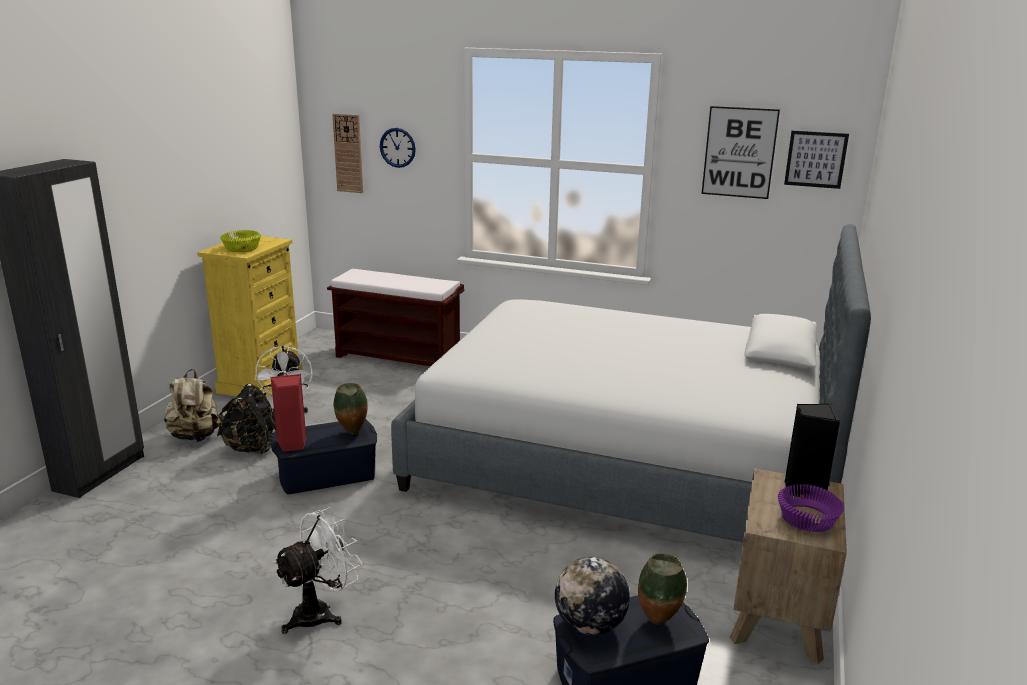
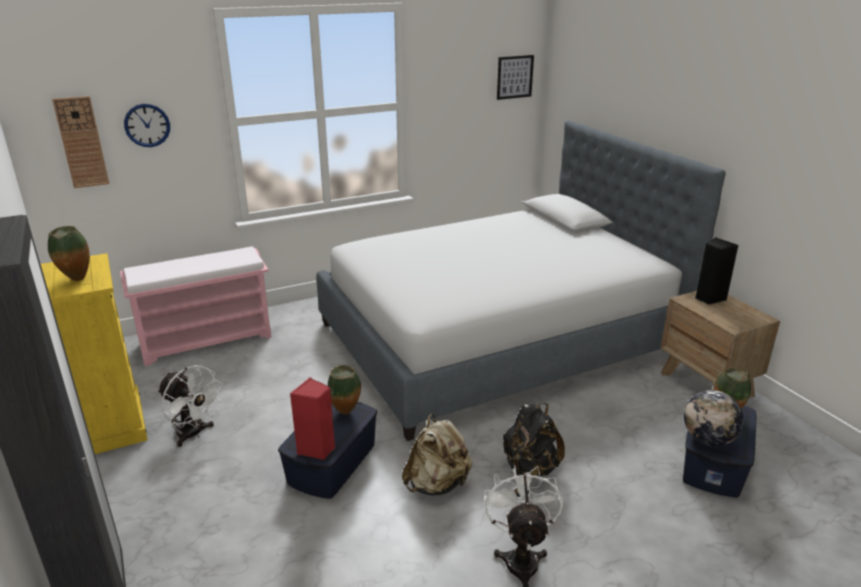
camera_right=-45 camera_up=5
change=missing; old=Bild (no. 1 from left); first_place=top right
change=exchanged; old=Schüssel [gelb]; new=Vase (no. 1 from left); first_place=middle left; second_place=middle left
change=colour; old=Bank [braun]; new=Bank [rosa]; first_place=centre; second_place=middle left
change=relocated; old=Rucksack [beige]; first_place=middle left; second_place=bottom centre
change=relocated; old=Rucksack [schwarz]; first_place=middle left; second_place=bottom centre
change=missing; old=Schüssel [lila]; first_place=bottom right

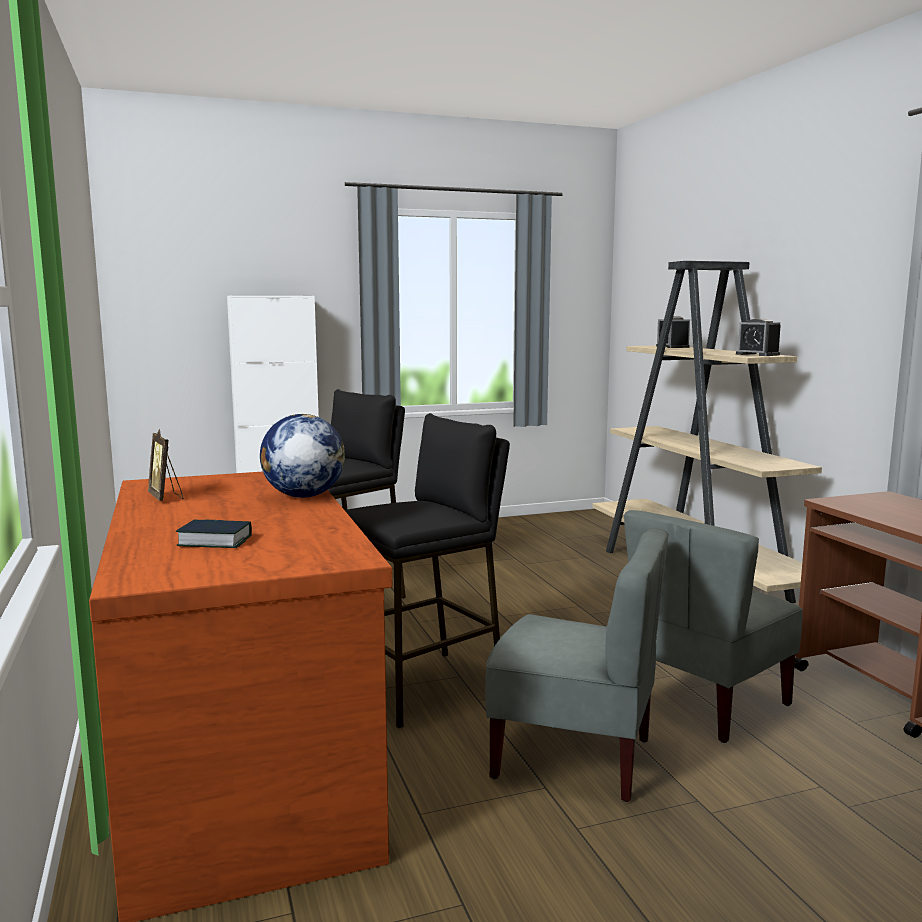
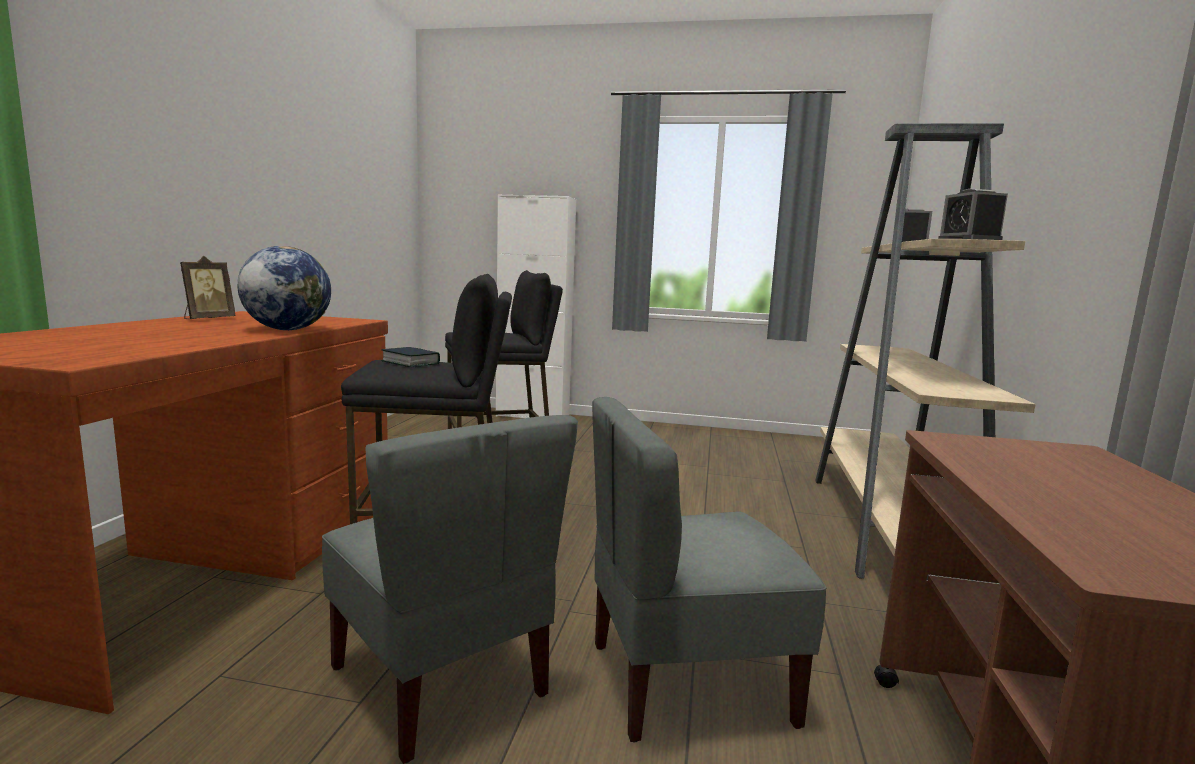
camera_right=30 camera_up=0
change=spun; old=Bilderrahmen; first_place=middle left; second_place=middle left; degrees=-150
change=relocated; old=Buch; first_place=middle left; second_place=centre

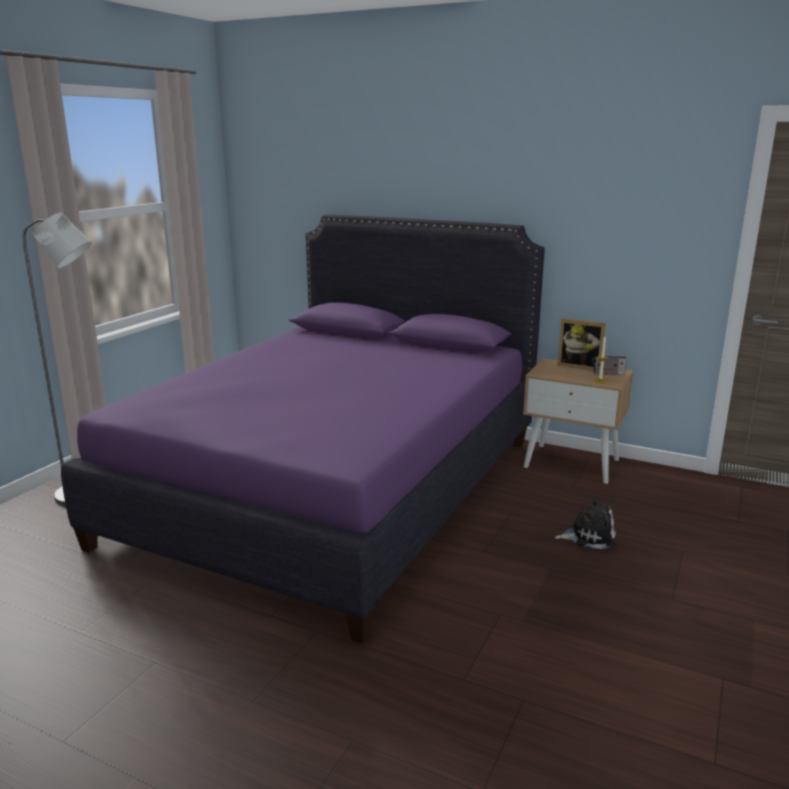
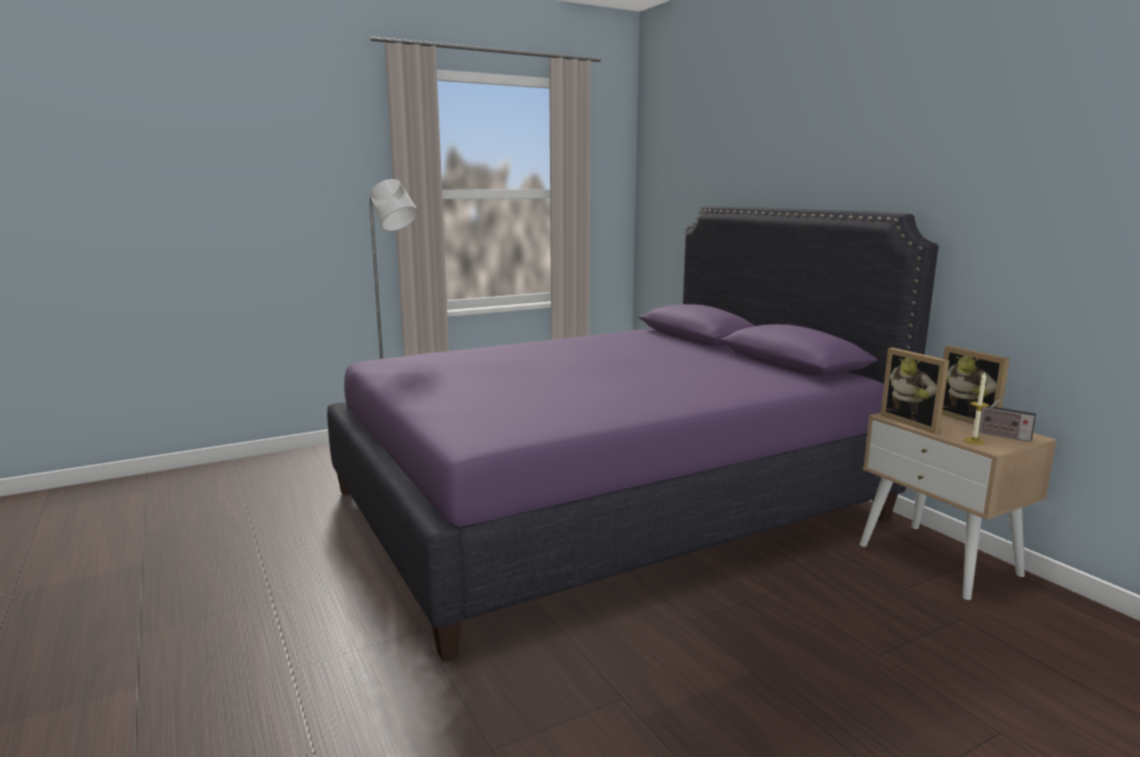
camera_right=35 camera_up=-5
change=missing; old=Plüschtier; first_place=middle right
change=appeared; new=Bilderrahmen (no. 1 from left); second_place=middle right

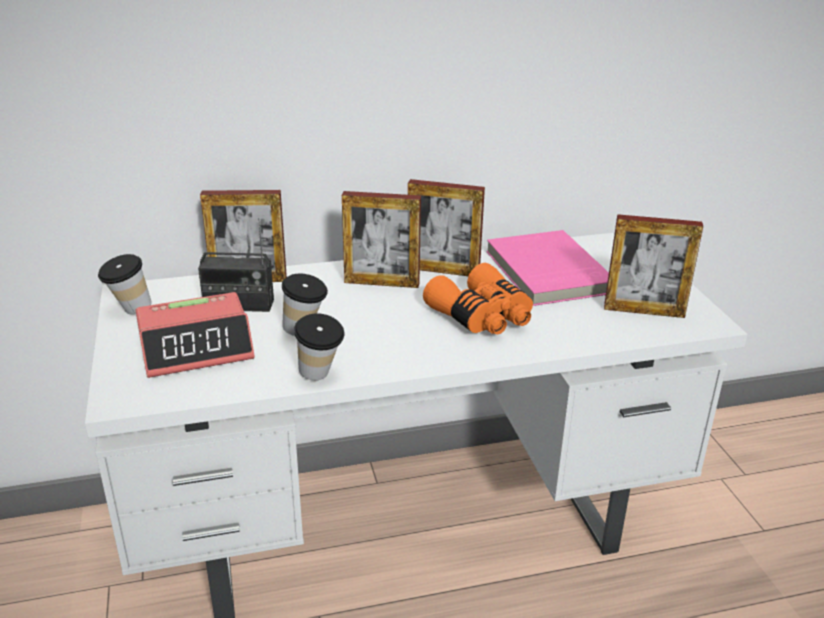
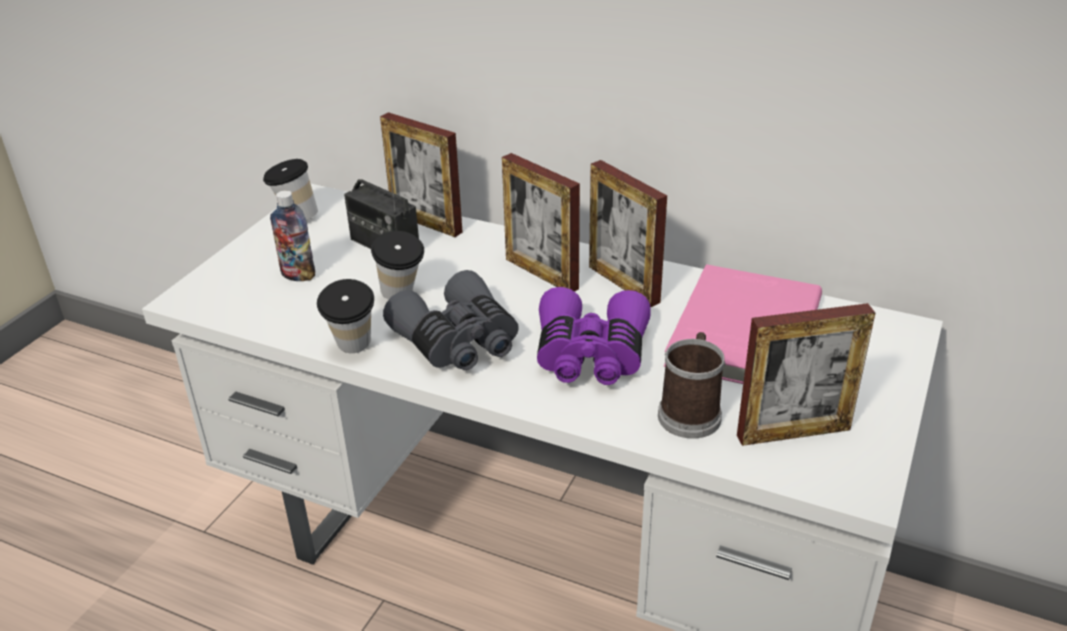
camera_right=40 camera_up=5
change=spun; old=Bilderrahmen (no. 4 from left); first_place=middle right; second_place=middle right; degrees=-60
change=colour; old=Fernglas [orange]; new=Fernglas [lila]; first_place=centre; second_place=centre
change=exchanged; old=Wecker; new=Flasche; first_place=middle left; second_place=middle left
change=appeared; new=Fernglas [grau]; second_place=centre
change=appeared; new=Henkelbecher; second_place=centre

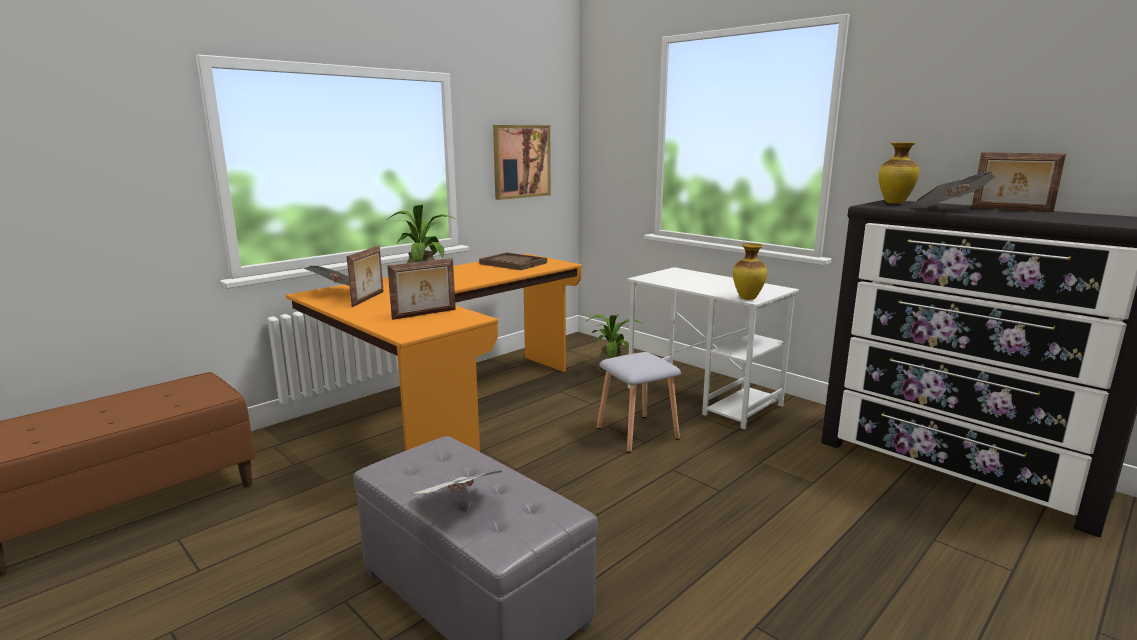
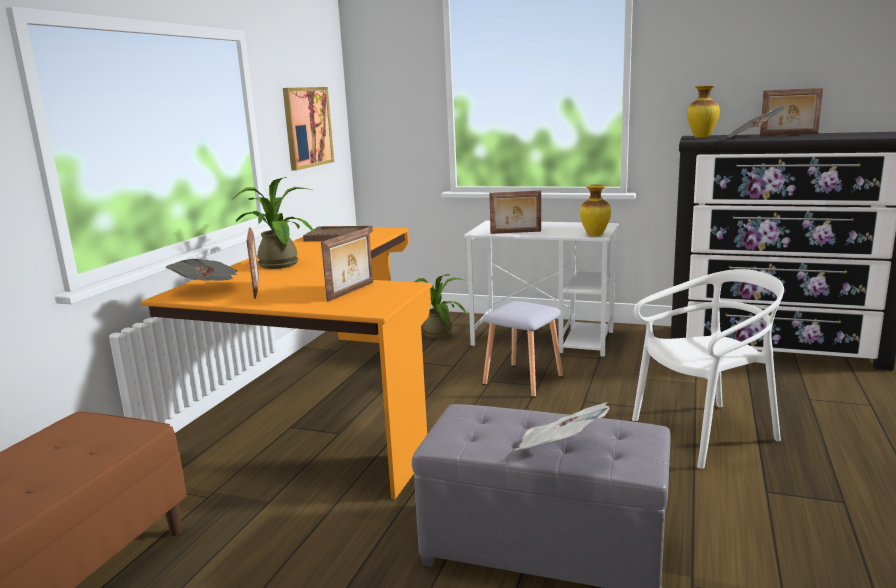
camera_right=-25 camera_up=0
change=appeared; new=Bilderrahmen (no. 3 from left); second_place=centre
change=appeared; new=Stuhl [weiß]; second_place=middle right

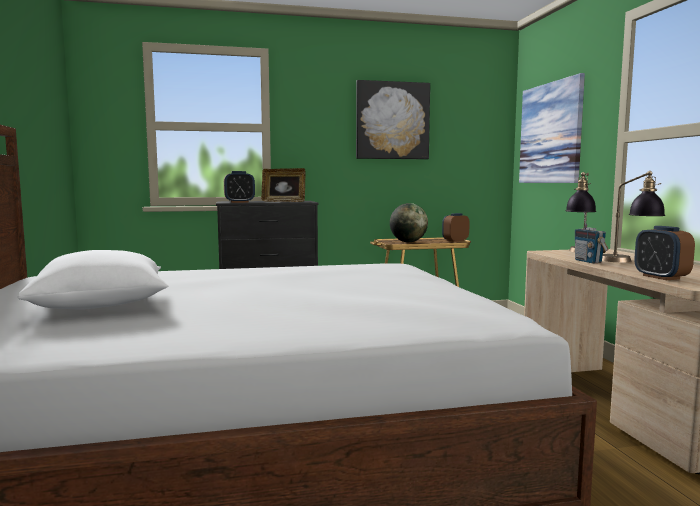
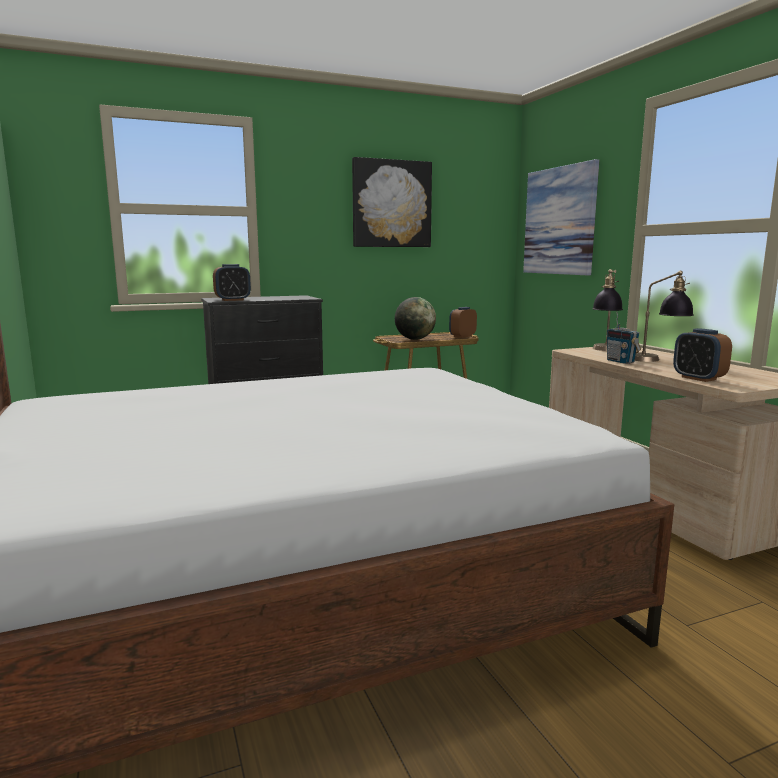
camera_right=-10 camera_up=5
change=missing; old=Bilderrahmen; first_place=centre
change=missing; old=Kissen [weiß]; first_place=middle left

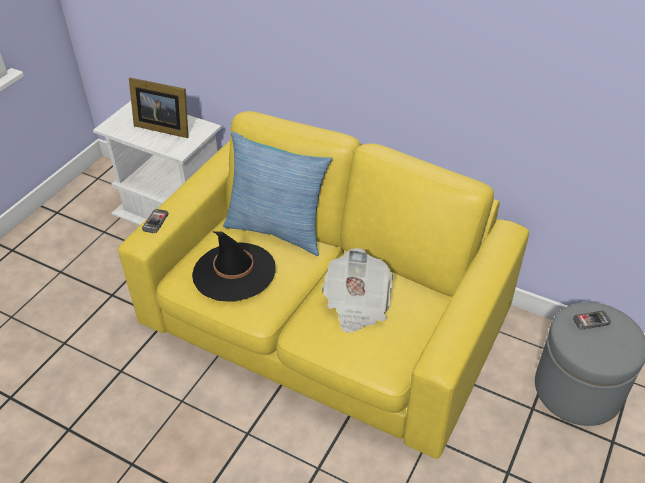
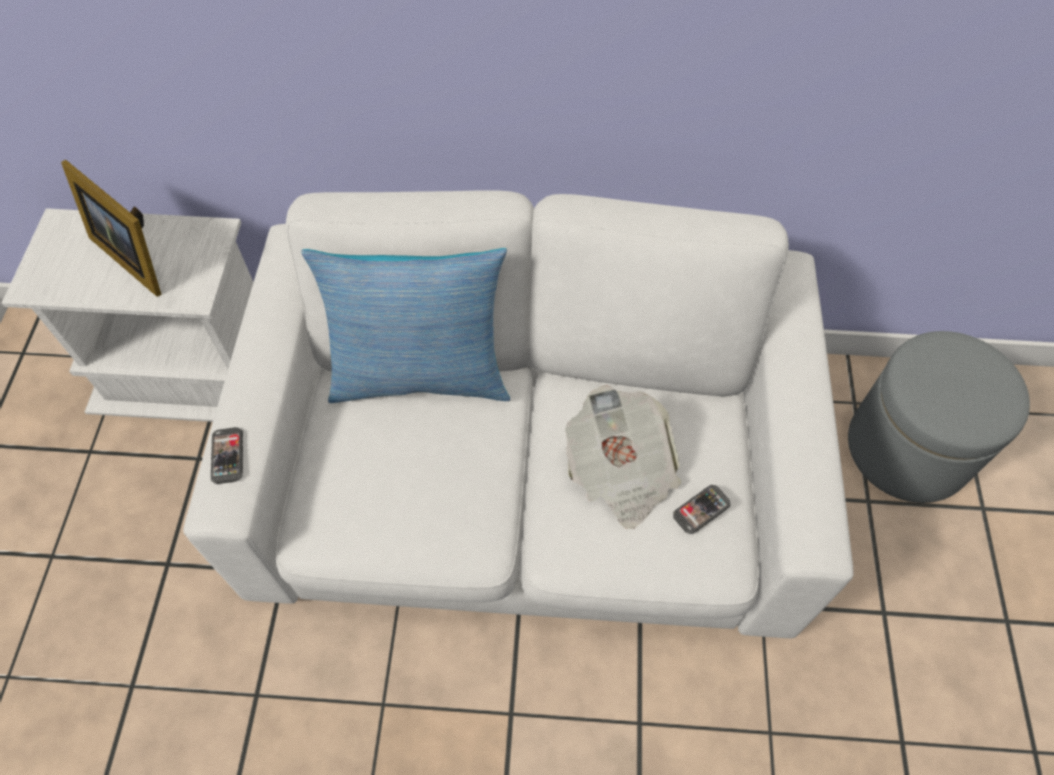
camera_right=-25 camera_up=15
change=spun; old=Bilderrahmen; first_place=top left; second_place=top left; degrees=45
change=colour; old=Sofa [gelb]; new=Sofa [weiß]; first_place=centre; second_place=centre
change=missing; old=Hut [schwarz]; first_place=centre
change=relocated; old=Handy (no. 2 from left); first_place=middle right; second_place=centre

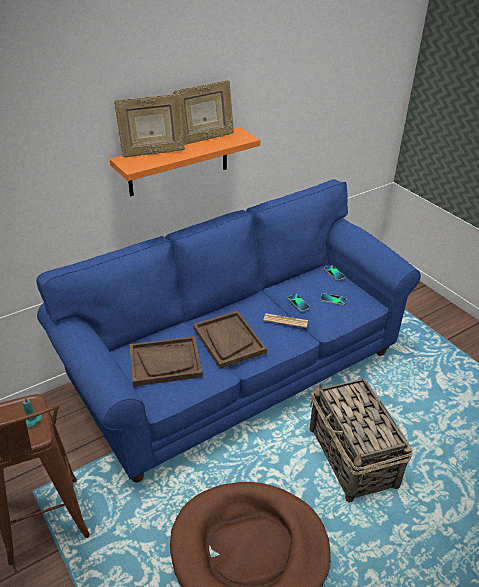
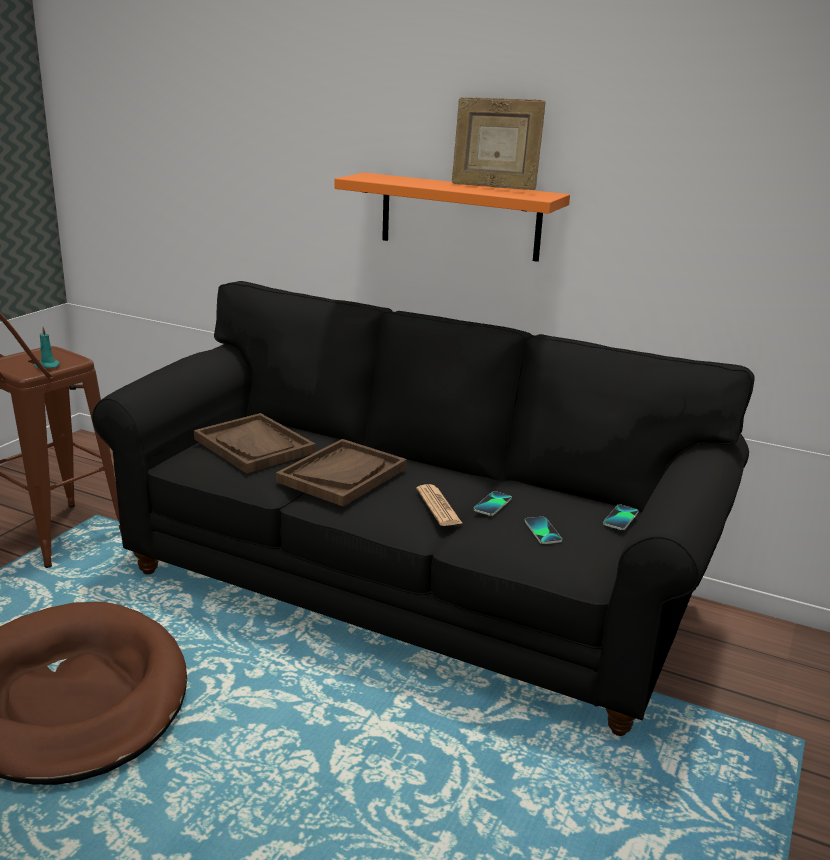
camera_right=60 camera_up=-15
change=missing; old=Bilderrahmen (no. 1 from left); first_place=top left
change=colour; old=Sofa [blau]; new=Sofa [schwarz]; first_place=centre; second_place=centre
change=missing; old=Korb; first_place=bottom right

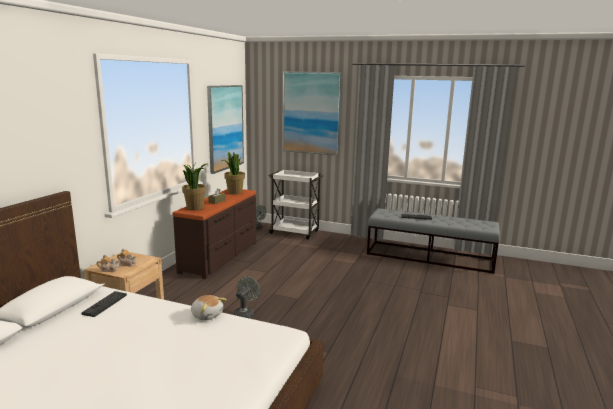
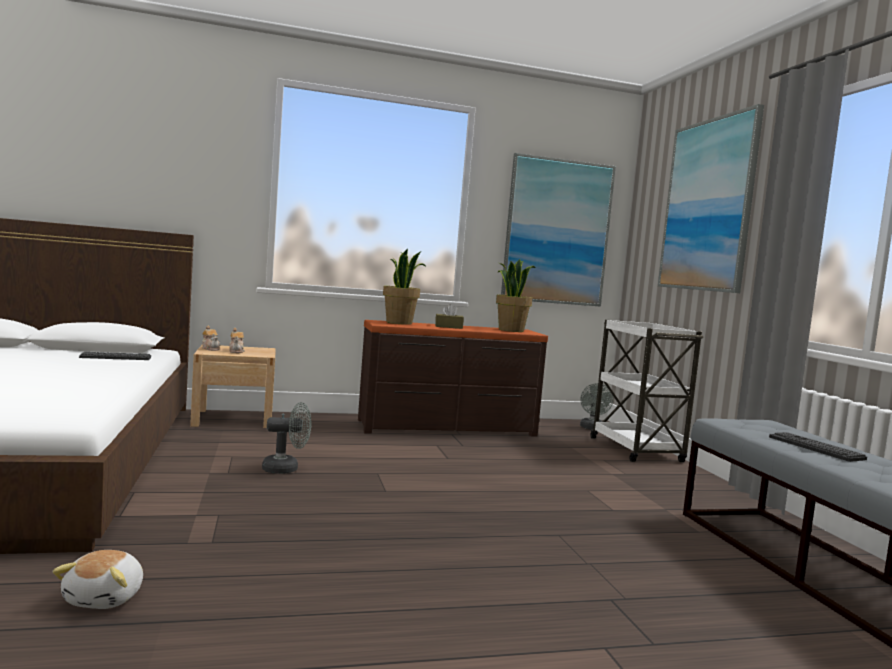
camera_right=55 camera_up=-10
change=relocated; old=Plüschtier; first_place=bottom centre; second_place=bottom left

